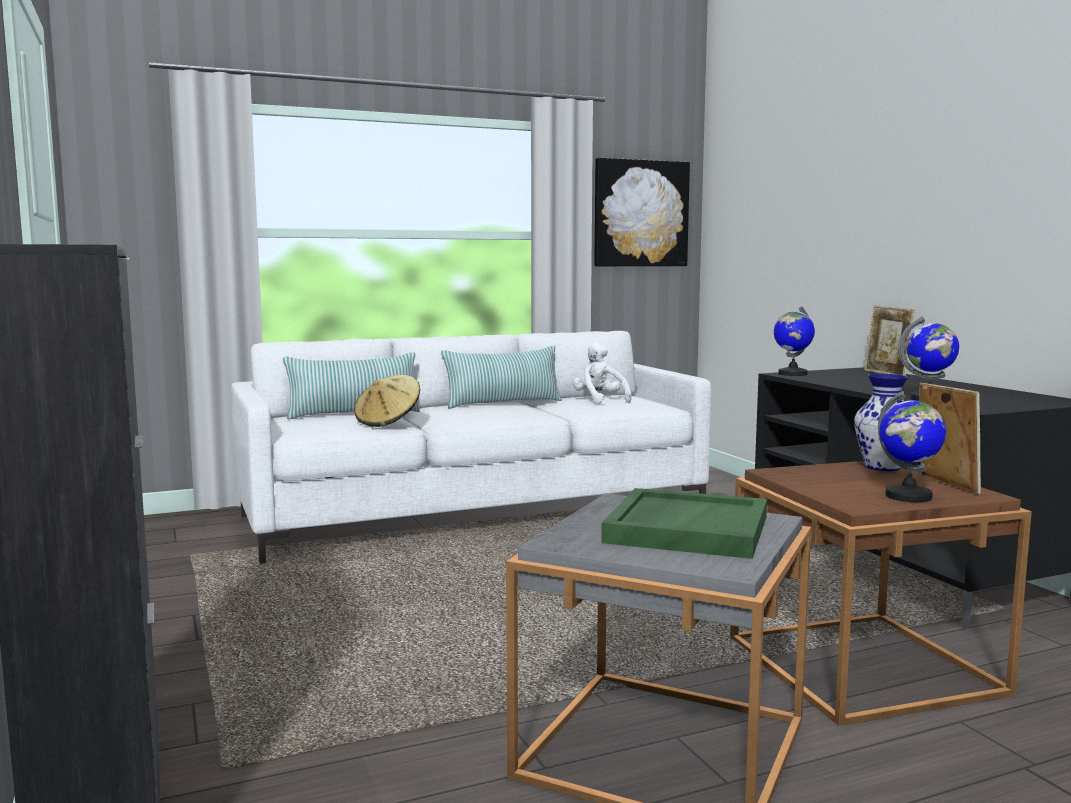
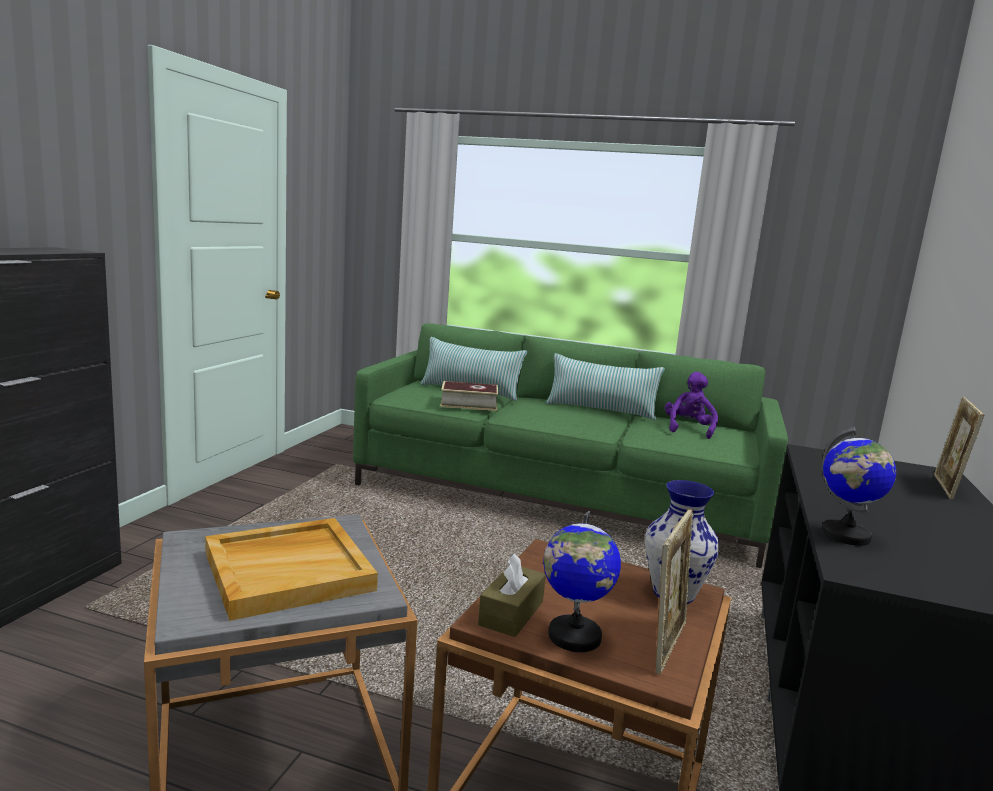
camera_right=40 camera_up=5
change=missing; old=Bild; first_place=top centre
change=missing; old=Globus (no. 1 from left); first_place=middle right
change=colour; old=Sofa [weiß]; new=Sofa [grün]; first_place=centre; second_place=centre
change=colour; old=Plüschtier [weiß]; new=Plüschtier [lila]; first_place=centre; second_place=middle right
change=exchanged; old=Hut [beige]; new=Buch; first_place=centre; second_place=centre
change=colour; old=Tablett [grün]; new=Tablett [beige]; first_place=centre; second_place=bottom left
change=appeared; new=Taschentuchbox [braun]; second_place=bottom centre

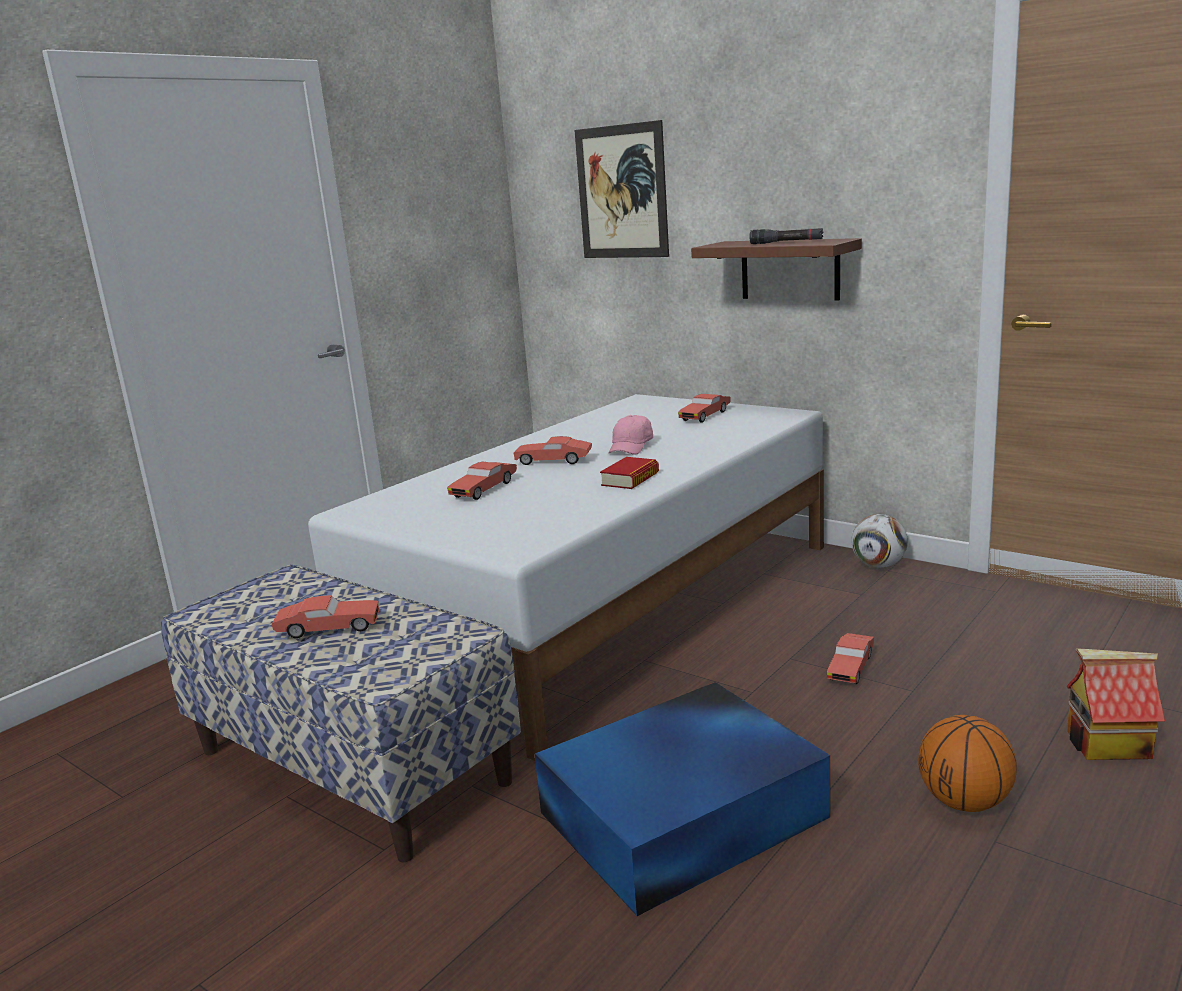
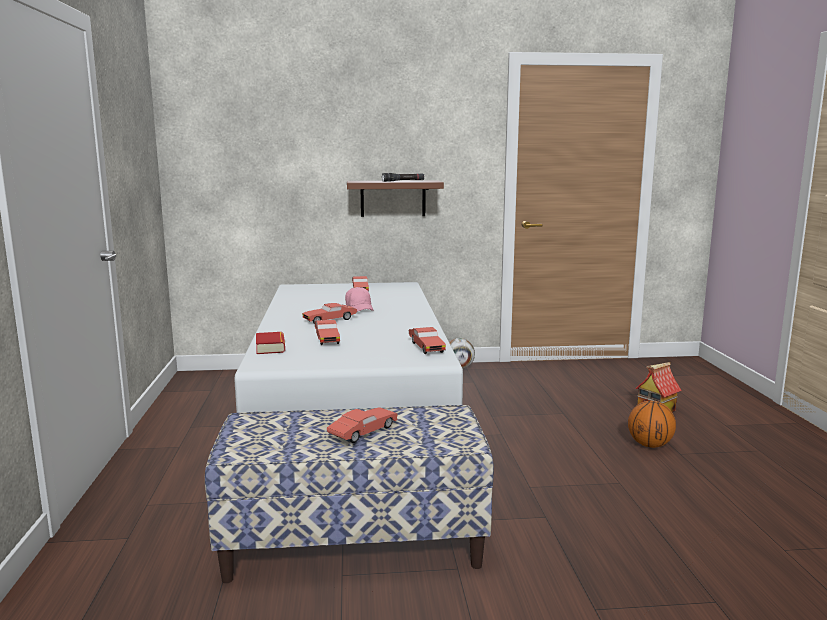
camera_right=-45 camera_up=-5
change=missing; old=Bild; first_place=top centre
change=relocated; old=Buch; first_place=centre; second_place=middle left
change=relocated; old=Spielzeugauto [rot] (no. 5 from left); first_place=middle right; second_place=centre
change=missing; old=Aufbewahrungsbox [blau]; first_place=bottom centre

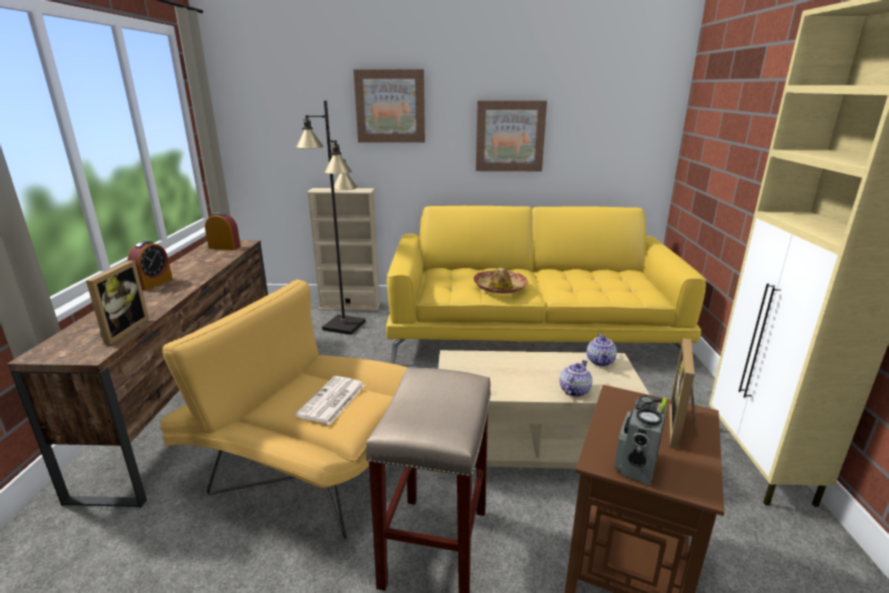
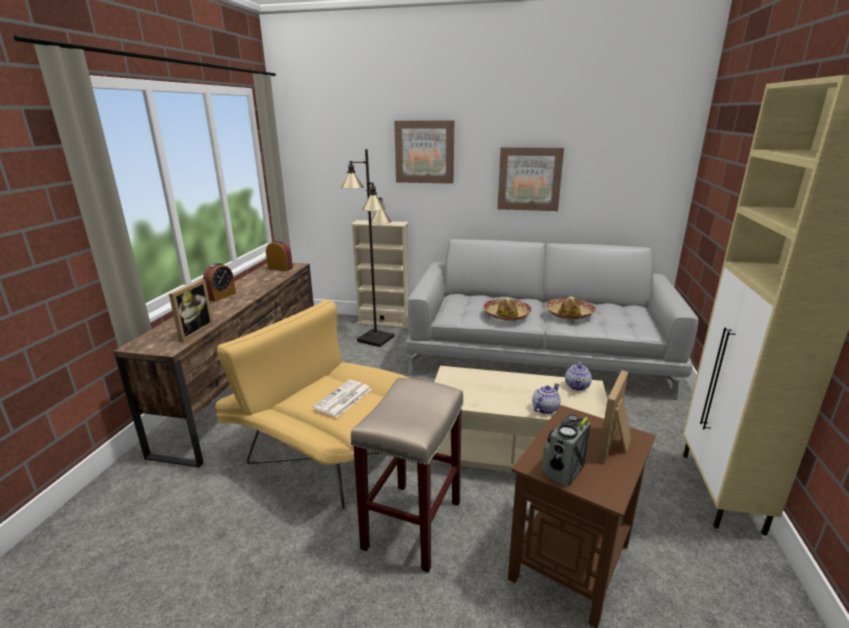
camera_right=10 camera_up=0
change=colour; old=Sofa [gelb]; new=Sofa [grau]; first_place=centre; second_place=centre
change=appeared; new=Hut (no. 2 from left); second_place=middle right

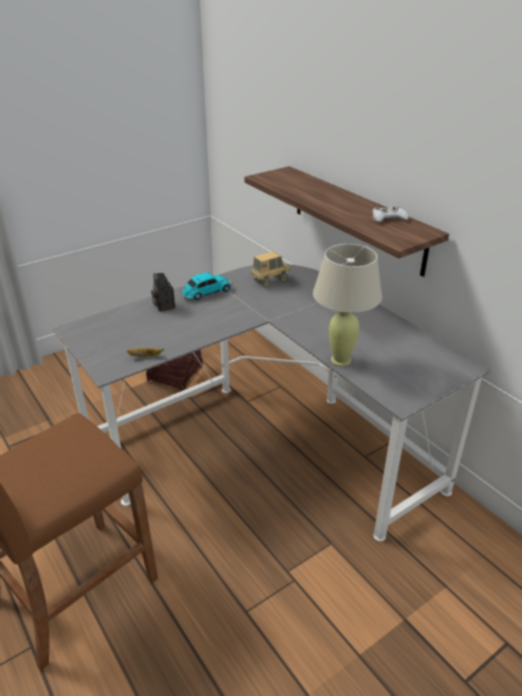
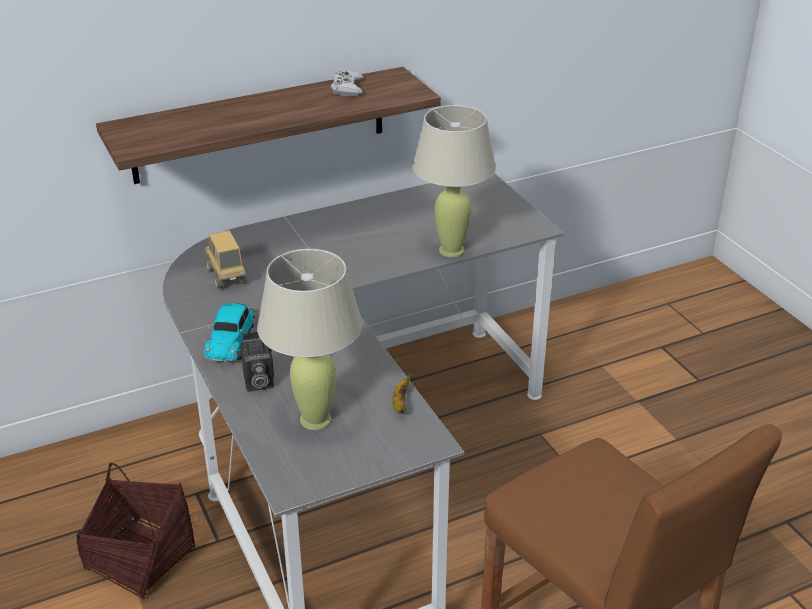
camera_right=-80 camera_up=0
change=spun; old=Spielzeugauto; first_place=centre; second_place=middle left; degrees=-150
change=appeared; new=Tischlampe [beige] (no. 1 from left); second_place=centre

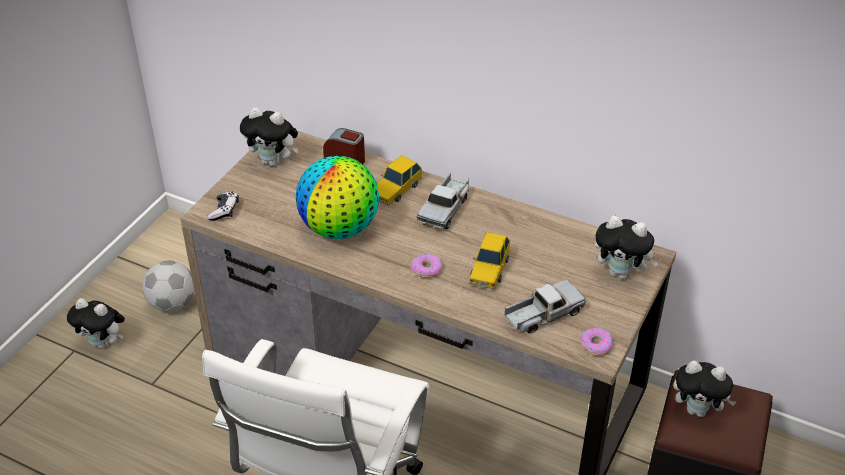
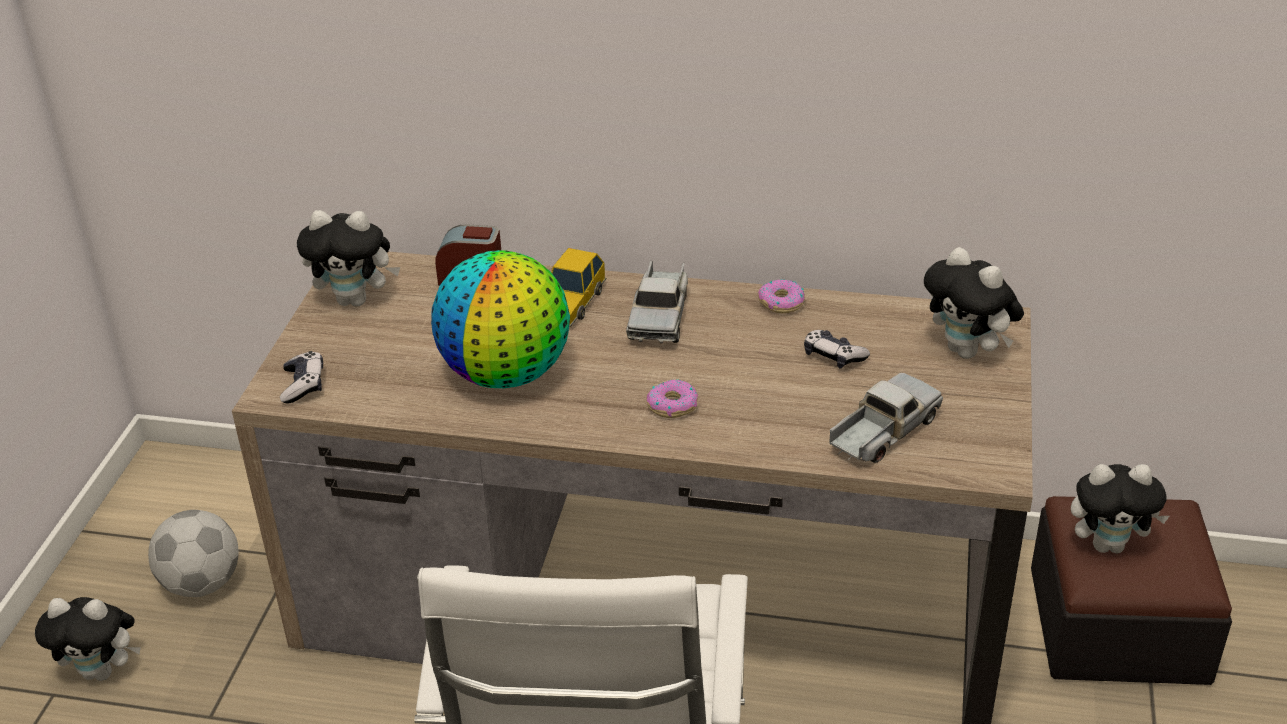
camera_right=-15 camera_up=-5
change=spun; old=Plüschtier (no. 3 from left); first_place=middle right; second_place=middle right; degrees=45
change=missing; old=Spielzeugauto (no. 2 from left); first_place=centre
change=relocated; old=Donut (no. 2 from left); first_place=bottom right; second_place=centre
change=appeared; new=Gamepad (no. 2 from left); second_place=centre

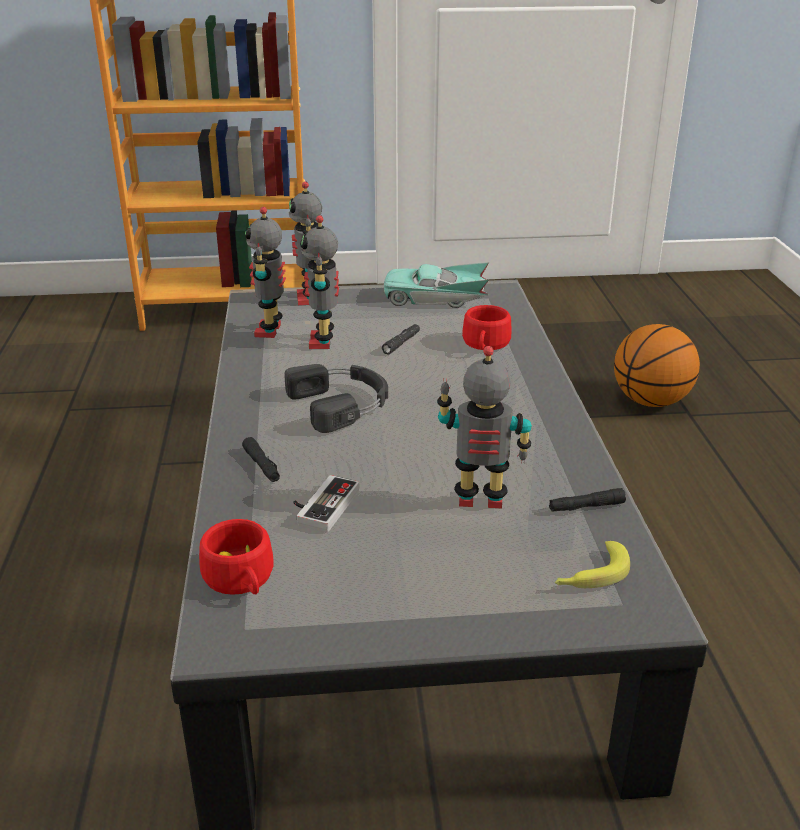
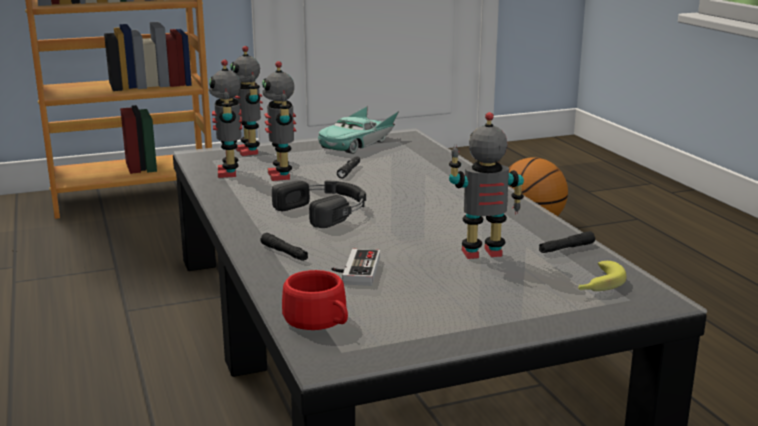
camera_right=-15 camera_up=-10
change=spun; old=Spielzeugauto [türkis]; first_place=centre; second_place=top centre; degrees=-45
change=missing; old=Tasse [rot] (no. 2 from left); first_place=centre

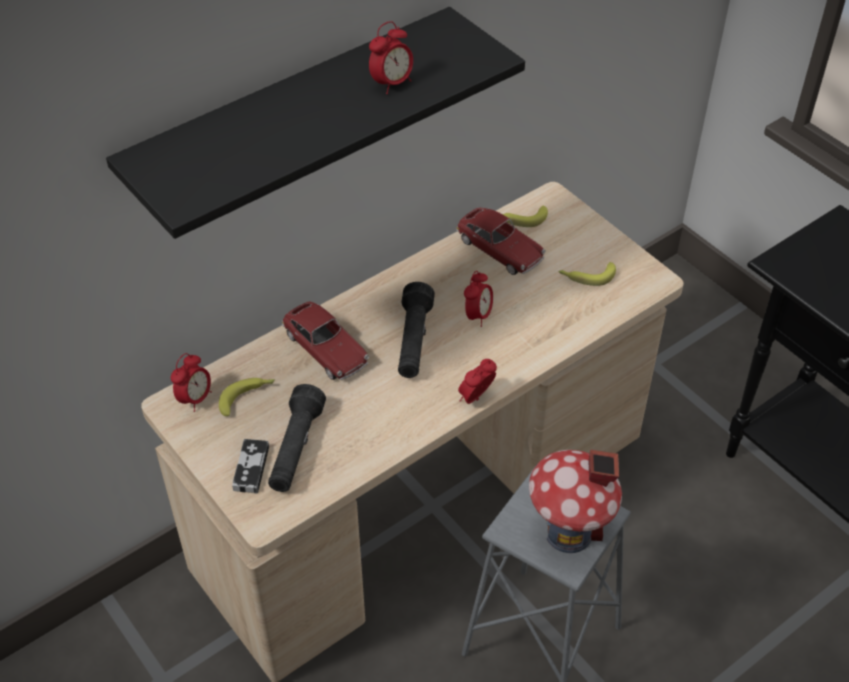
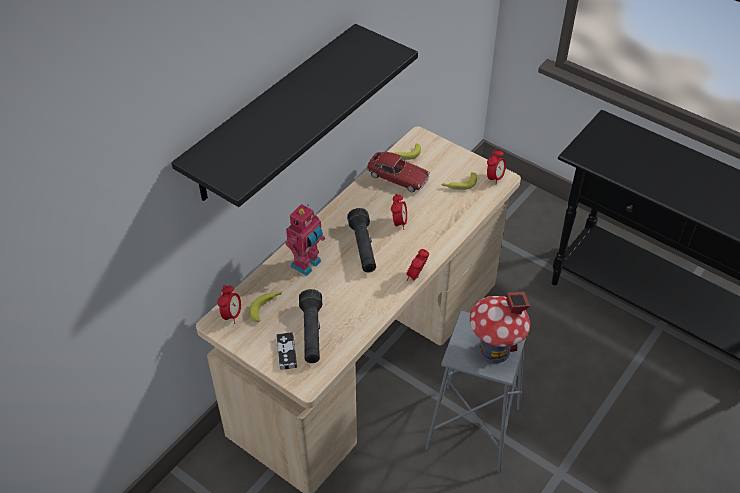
camera_right=-15 camera_up=0
change=relocated; old=Wecker (no. 2 from left in the first image); new=Wecker (no. 4 from left); first_place=top centre; second_place=middle right
change=exchanged; old=Spielzeugauto (no. 1 from left); new=Spielzeugroboter; first_place=centre; second_place=centre

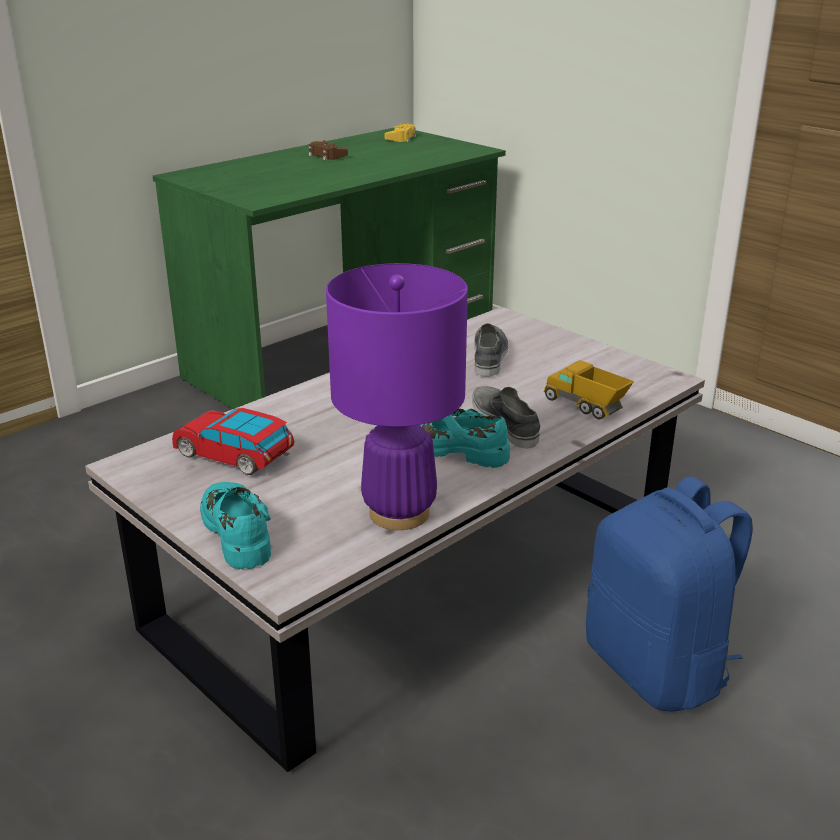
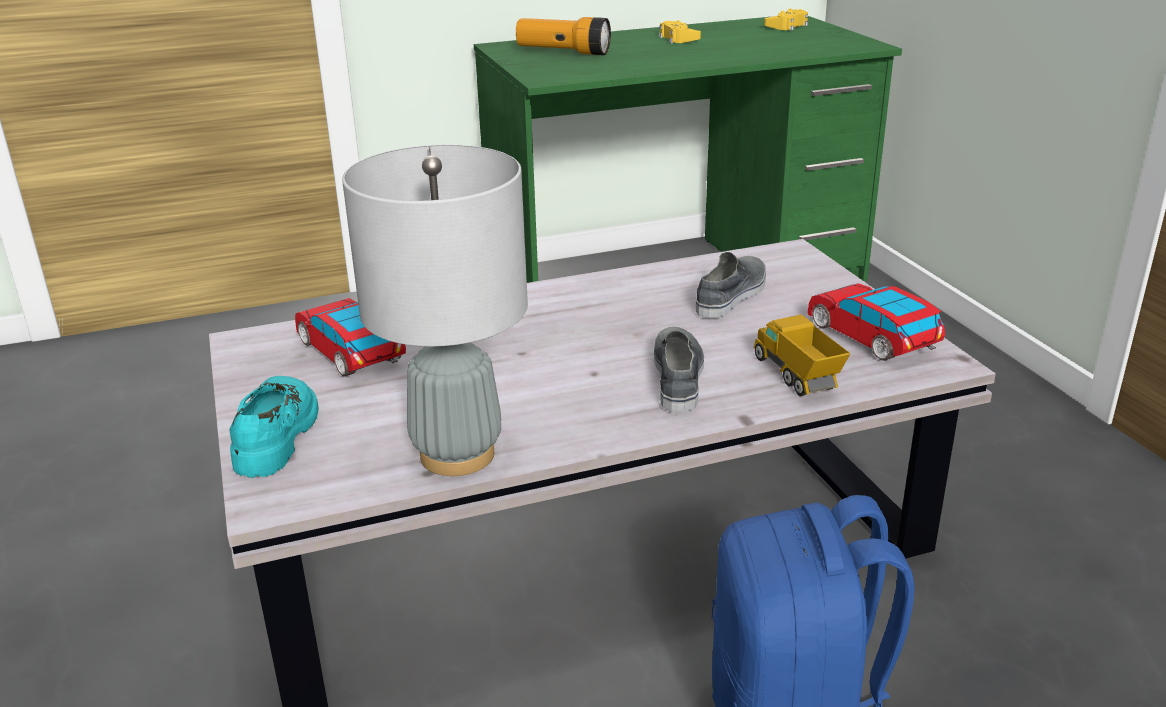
camera_right=25 camera_up=0
change=colour; old=Gamepad [braun]; new=Gamepad [gelb] (no. 1 from left); first_place=top centre; second_place=top centre
change=colour; old=Tischlampe [lila]; new=Tischlampe [grau]; first_place=centre; second_place=centre
change=missing; old=Schuh [türkis] (no. 2 from left); first_place=centre
change=appeared; new=Taschenlampe; second_place=top centre
change=appeared; new=Spielzeugauto (no. 2 from left); second_place=middle right

